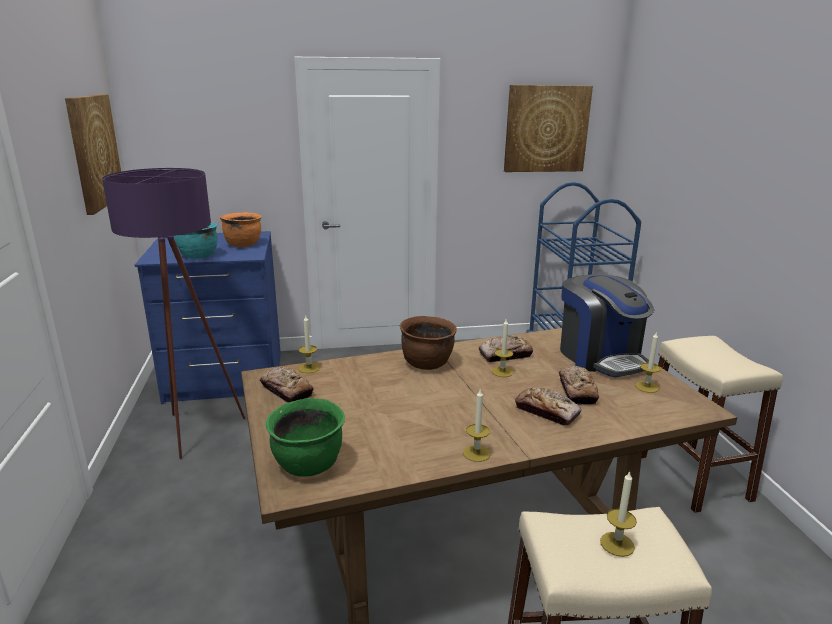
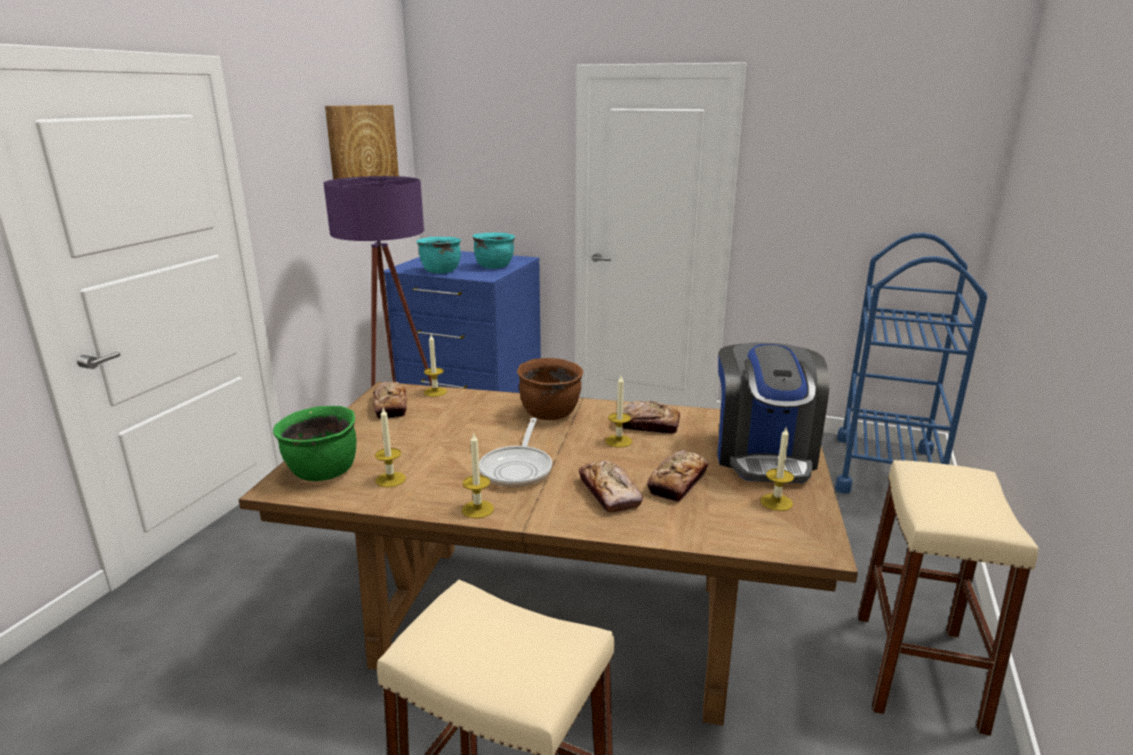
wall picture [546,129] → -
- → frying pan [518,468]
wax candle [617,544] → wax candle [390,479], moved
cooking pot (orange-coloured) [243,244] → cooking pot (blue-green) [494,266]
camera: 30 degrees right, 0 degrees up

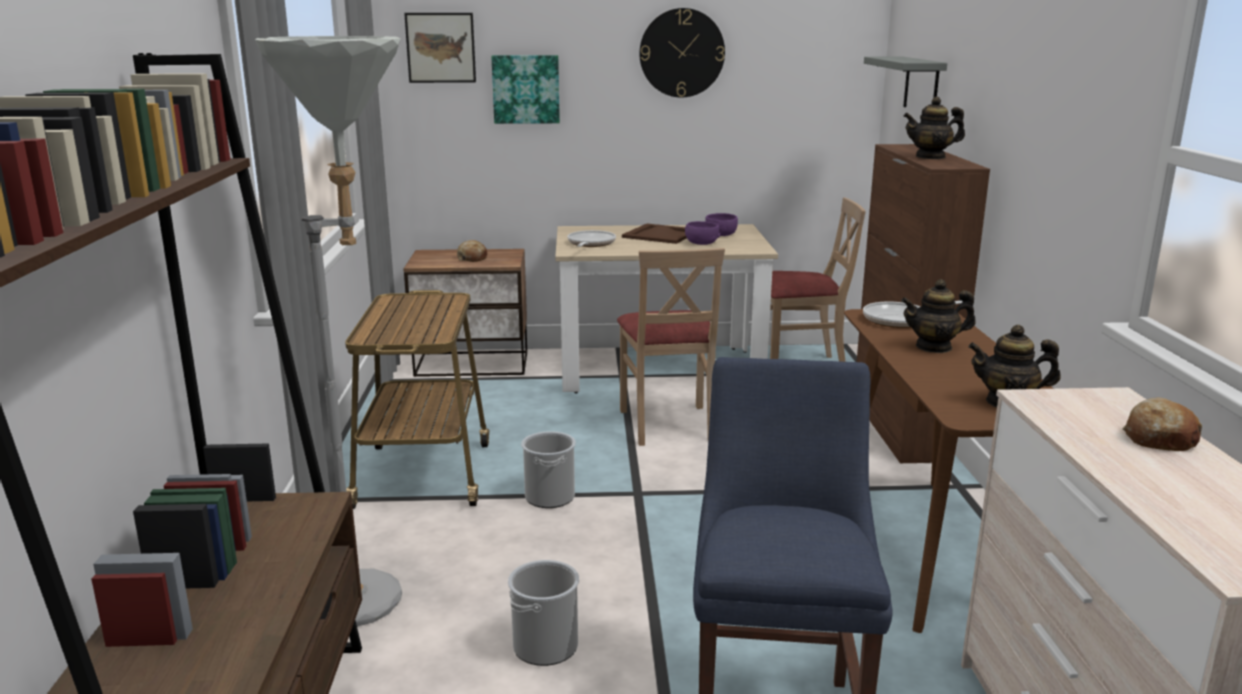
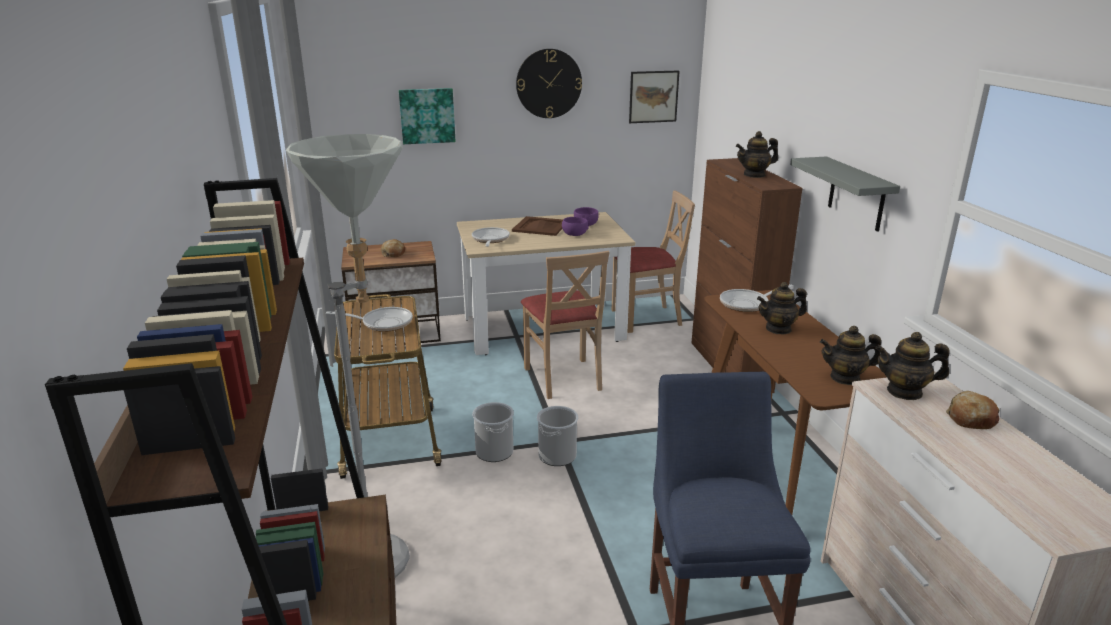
- → frying pan [383,323]
- → teapot [904,392]
wall picture [440,47] → wall picture [653,96], moved
bucket [545,646] → bucket [557,455], moved
bracket shelf (gray) [921,85] → bracket shelf (gray) [856,194], moved
camera: 10 degrees left, 5 degrees up

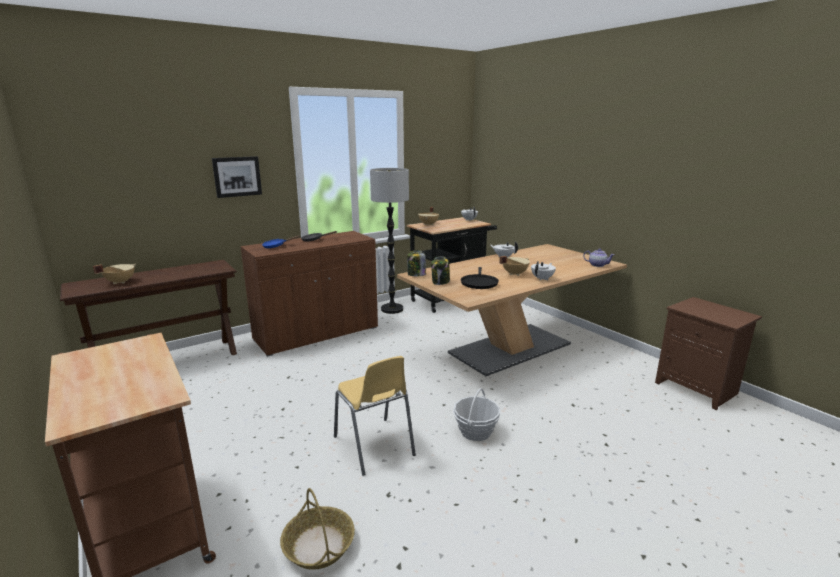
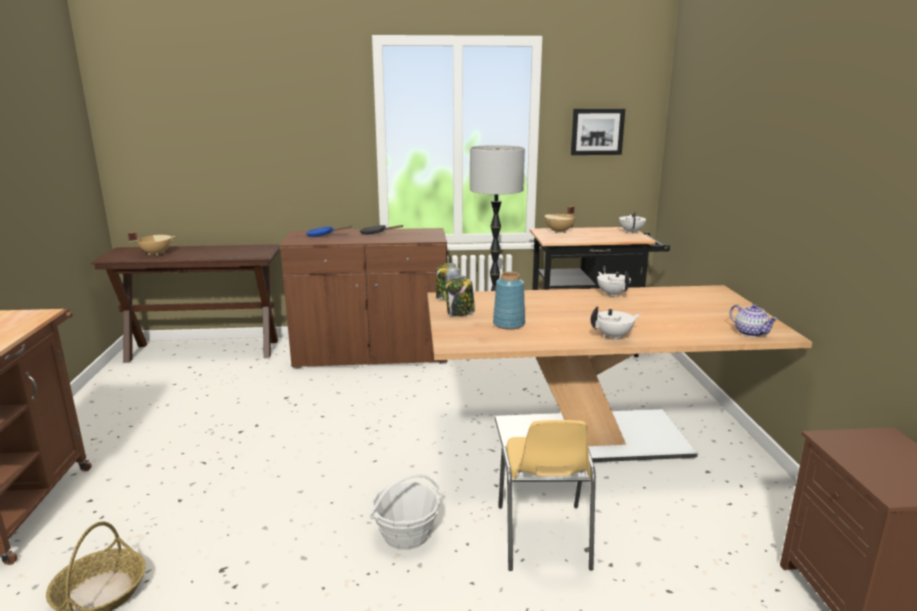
cooking pot (beige-coloured) [514,274] → -
wall picture [237,176] → wall picture [597,131], moved
plain chair (yellowish) [374,446] → plain chair (yellowish) [543,537], moved
frying pan (black-coloured) [479,283] → decorative vase (bluish) [508,324]
camera: 30 degrees right, 0 degrees up

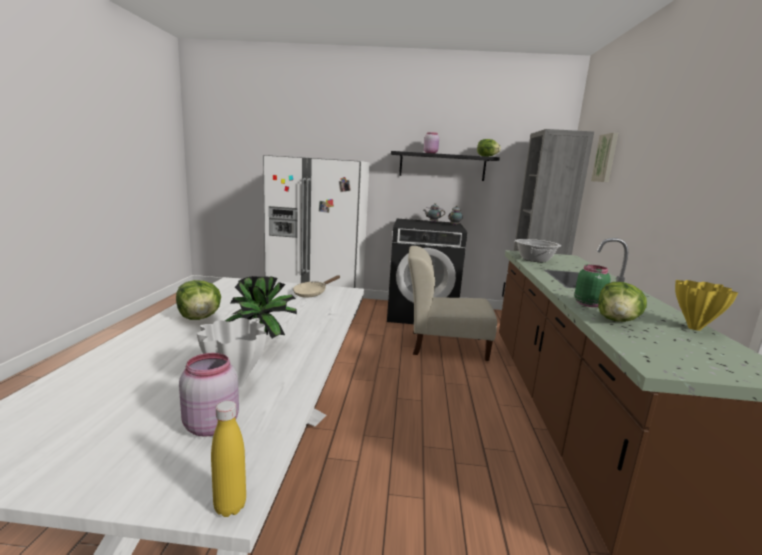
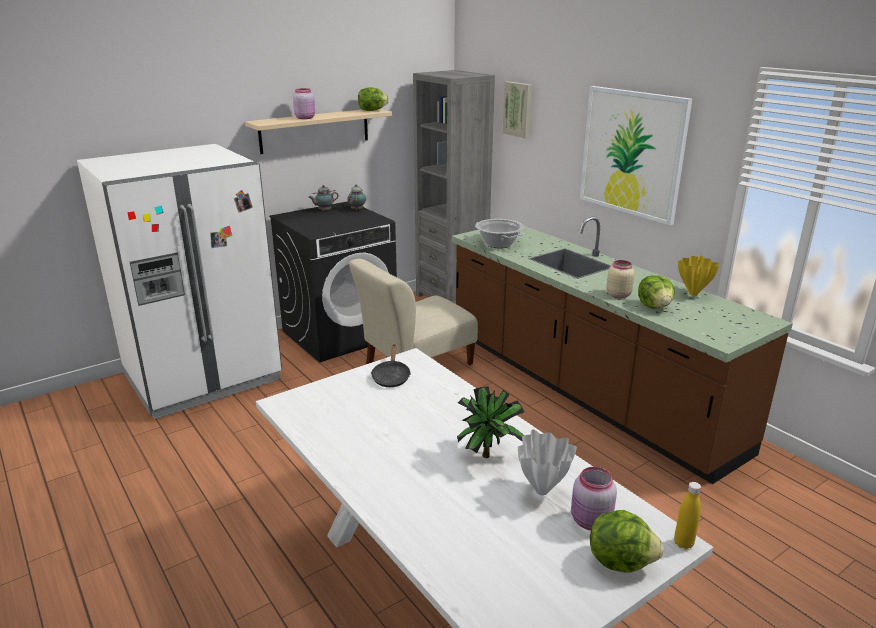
- → wall picture [632,153]
lettuce head [200,318] → lettuce head [620,560], moved
frying pan (beige-coloured) [312,293] → frying pan (black-coloured) [391,377]
bracket shelf (black-coloured) [442,166] → bracket shelf (beige-coloured) [315,130]
jar (green) [588,304] → jar (beige-coloured) [618,294]
camera: 40 degrees left, 10 degrees up

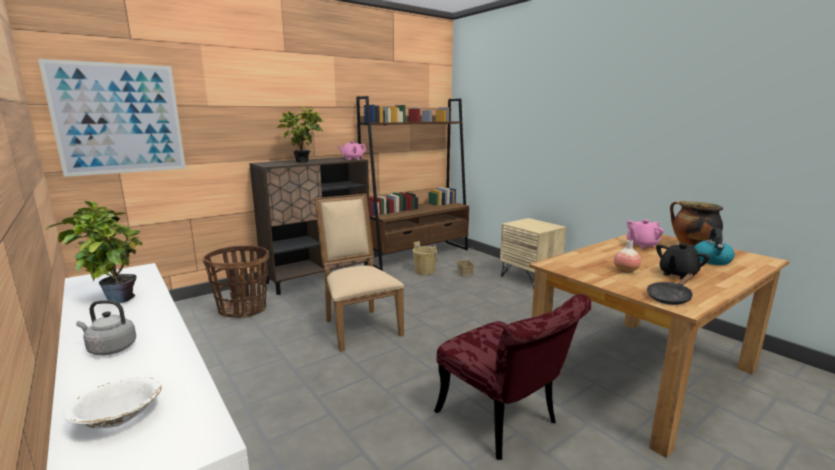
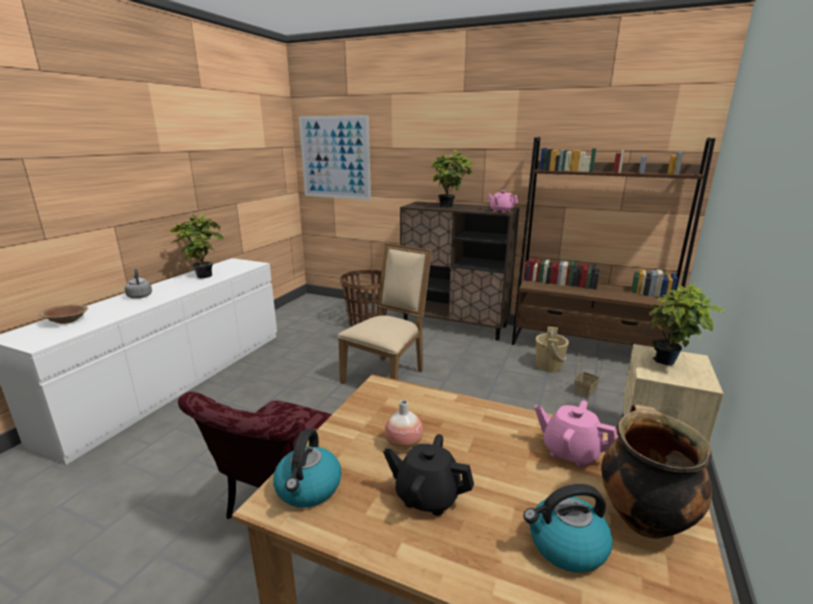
- → plant in a pot [668,364]
frying pan (black-coloured) [670,297] → water kettle [308,489]
serving bowl (whitish) [118,418] → serving bowl (brownish) [67,321]
camera: 60 degrees right, 5 degrees up

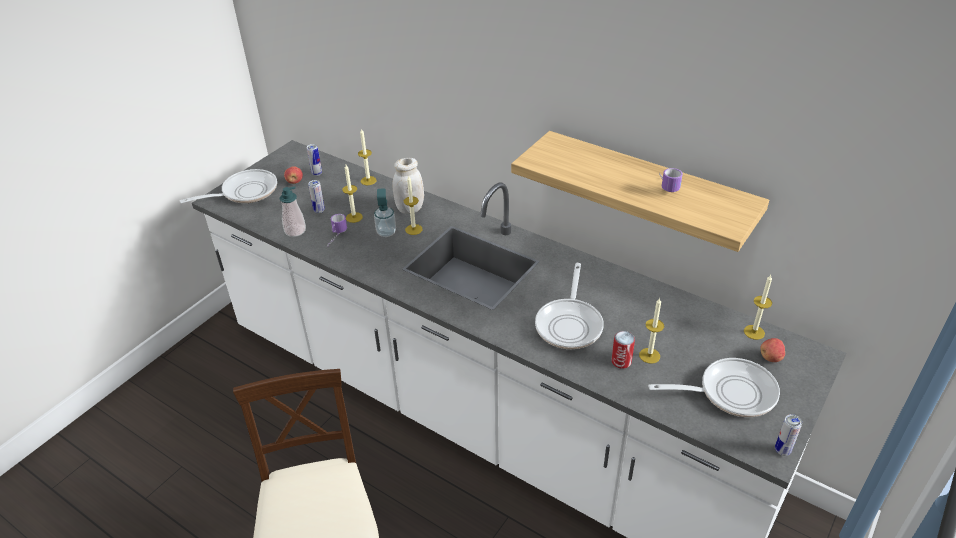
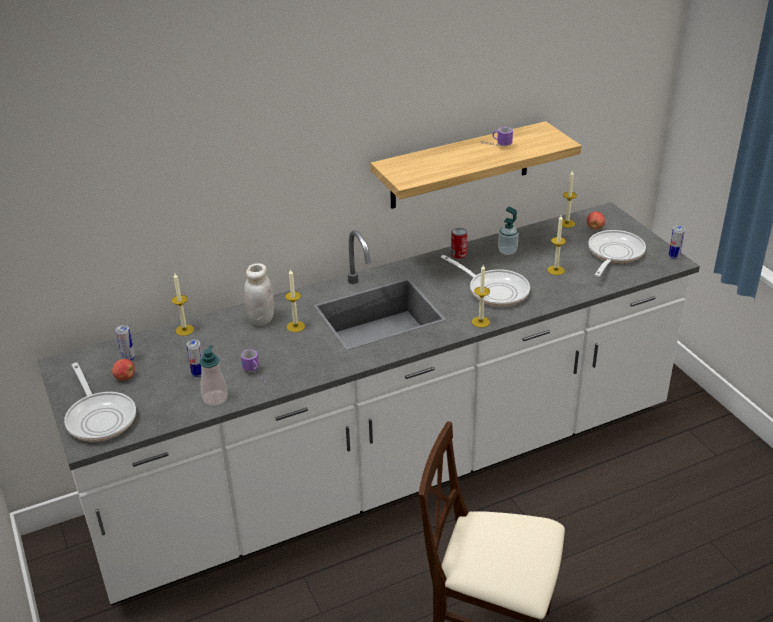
wax candle [354,217] → wax candle [480,322], moved
soap dispenser [386,232] → soap dispenser [507,251], moved
metal can [621,361] → metal can [458,254], moved
frying pan [245,192] → frying pan [100,417], 150 degrees clockwise
camera: 60 degrees left, 5 degrees down

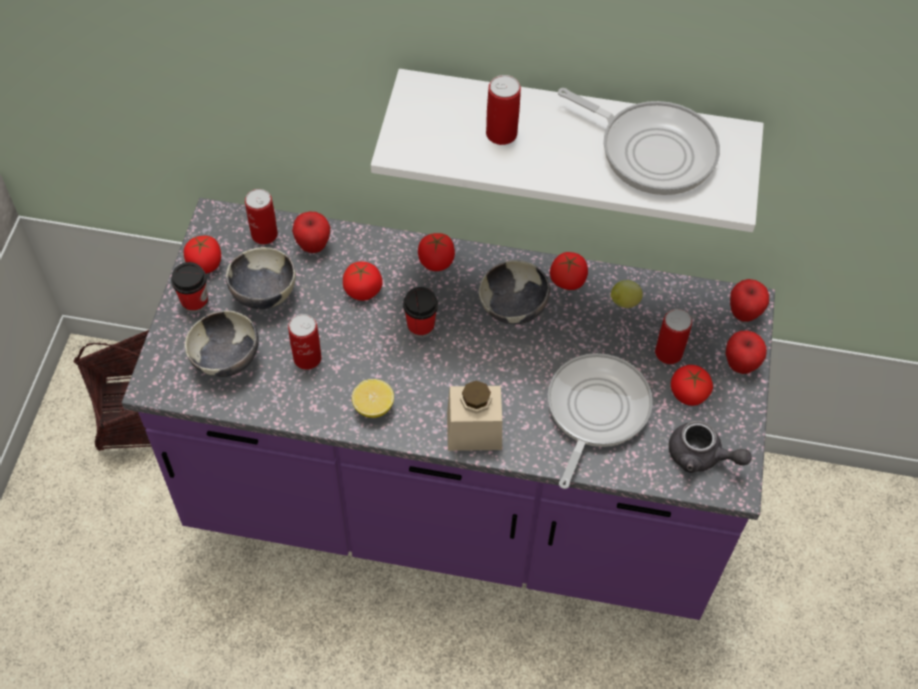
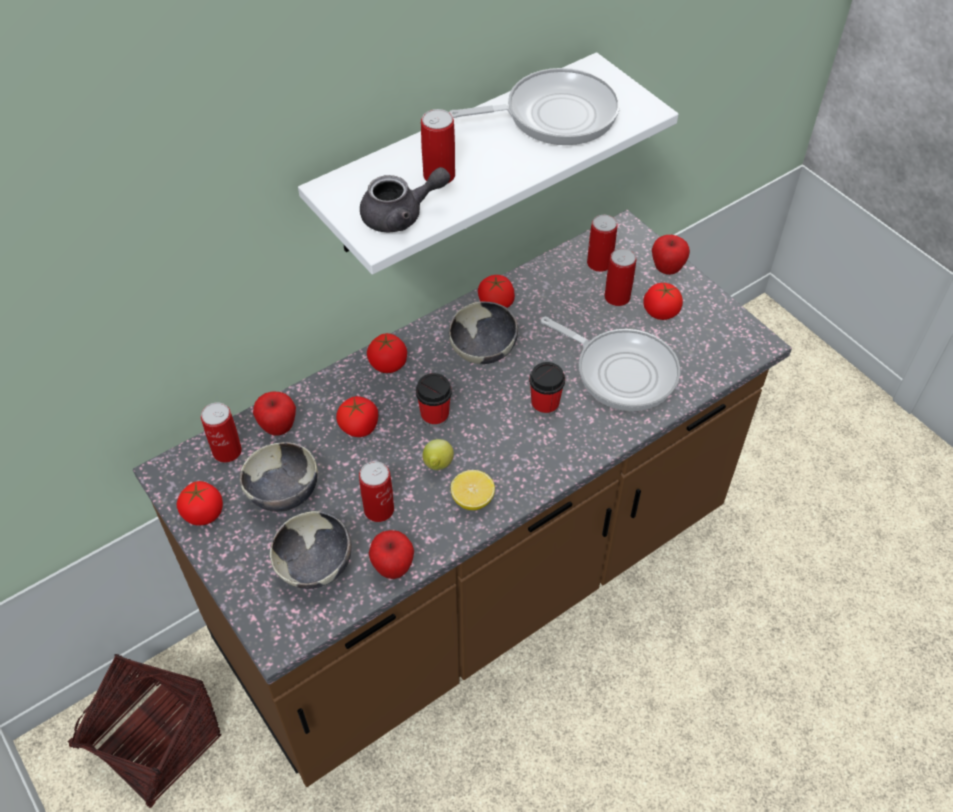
jar (beige-coloured) [474,431] → -
- → metal can [599,263]
cup [195,302] → cup [545,405], moved
whole lemon [623,303] → whole lemon [438,466], moved
teapot (gray) [701,457] → teapot (gray) [401,215], moved
whole apple [744,313] → whole apple [393,567], moved
kitchen base unit (purple-coloured) [454,501] → kitchen base unit (brownish) [476,581]
frying pan [595,411] → frying pan [621,371], 150 degrees clockwise
camera: 45 degrees left, 5 degrees down

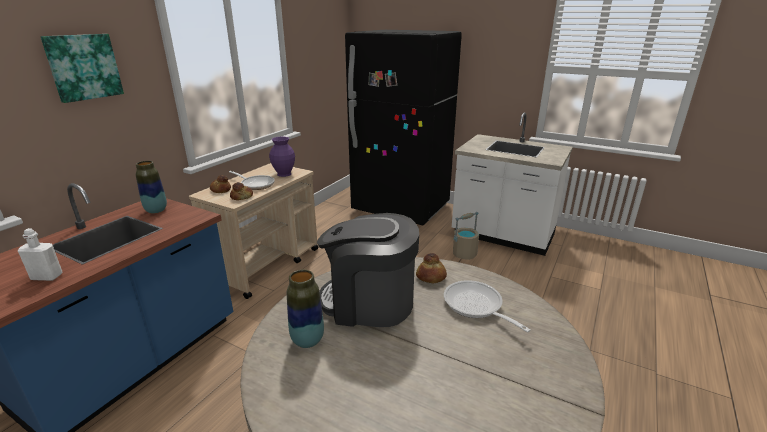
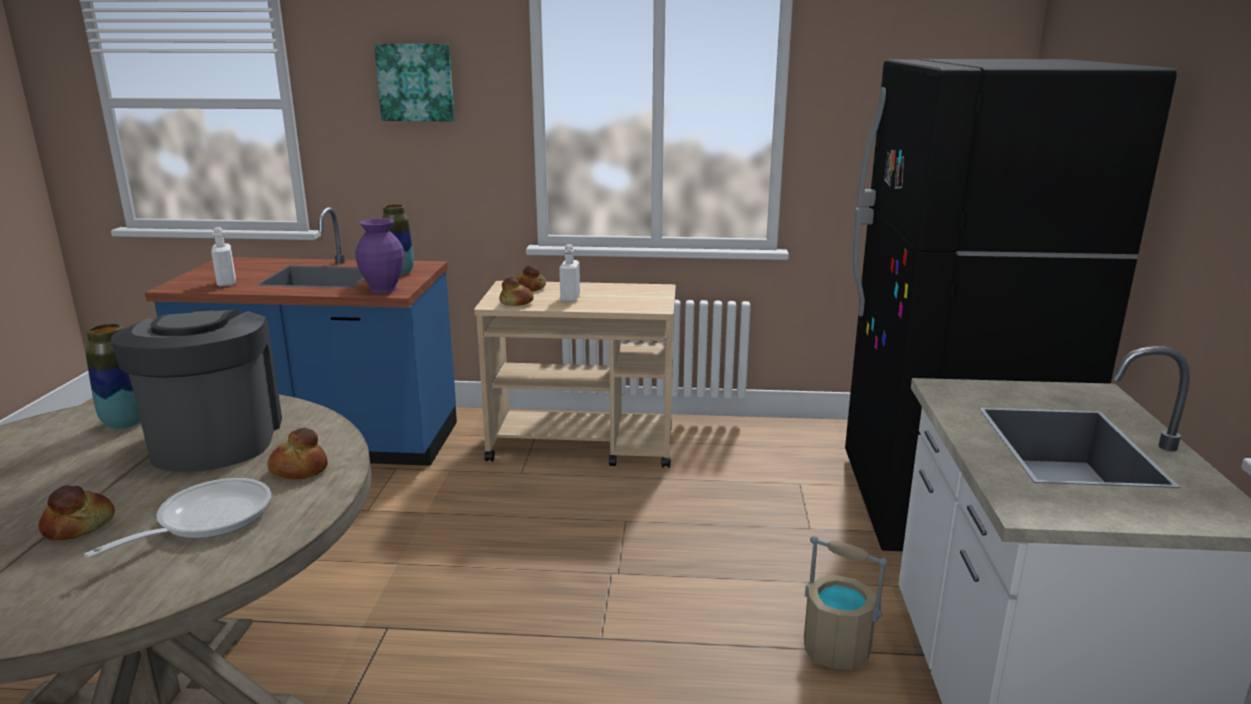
- → bakery bread [80,526]
decorative vase (purple-coloured) [284,174] → decorative vase (purple-coloured) [383,289], moved
frying pan [256,184] → beverage bottle (whitish) [570,298]
camera: 65 degrees right, 5 degrees down

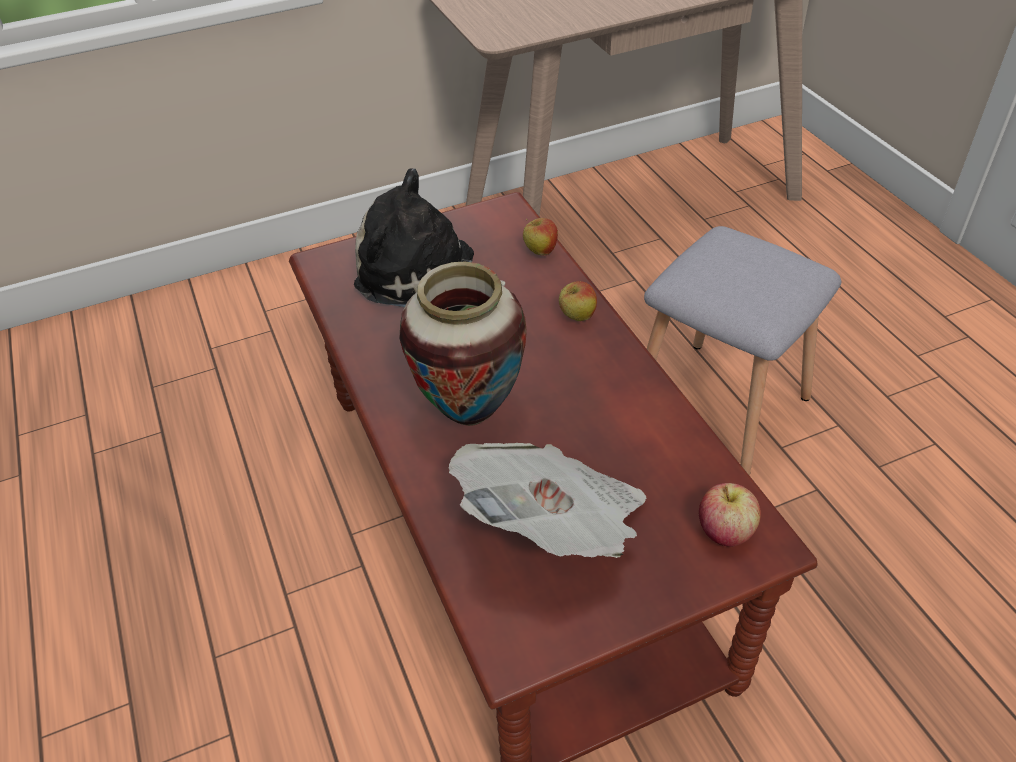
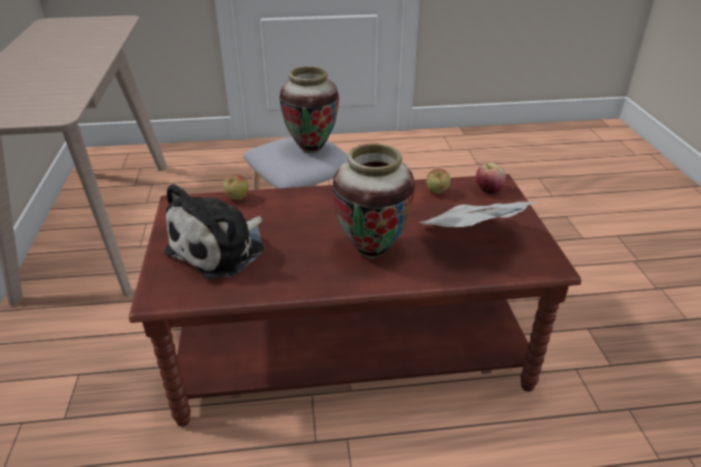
- → decorative vase [311,149]
whole apple [577,317] → whole apple [437,192], moved
camera: 75 degrees left, 10 degrees down

